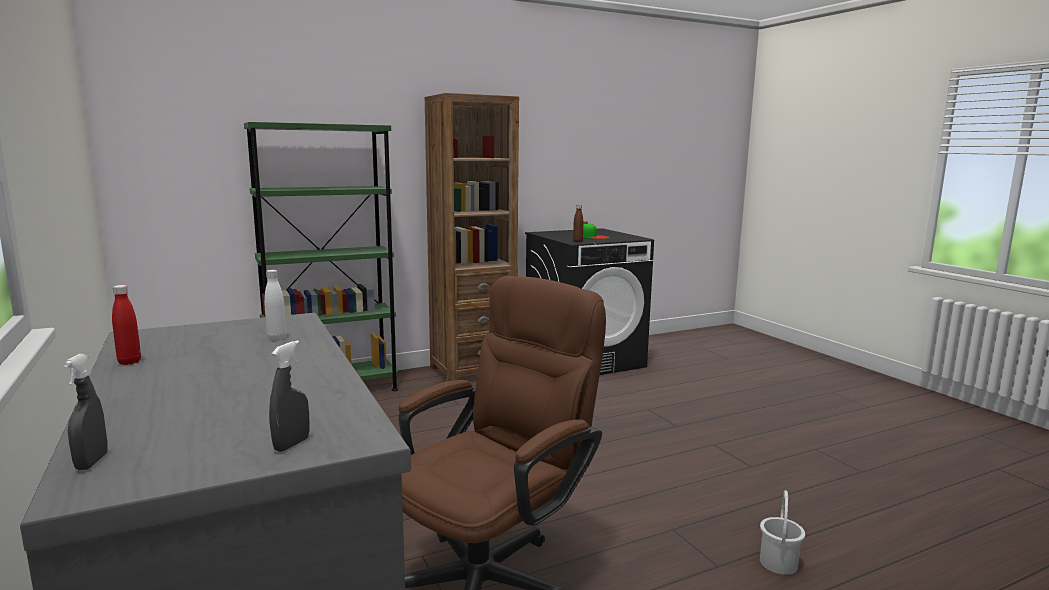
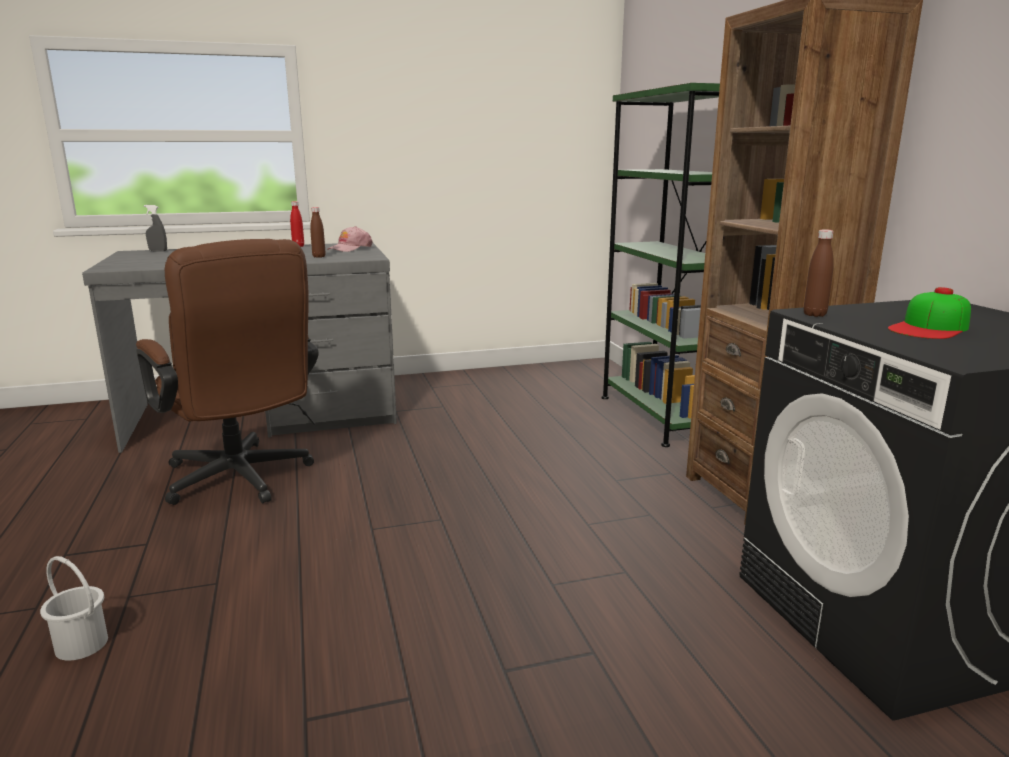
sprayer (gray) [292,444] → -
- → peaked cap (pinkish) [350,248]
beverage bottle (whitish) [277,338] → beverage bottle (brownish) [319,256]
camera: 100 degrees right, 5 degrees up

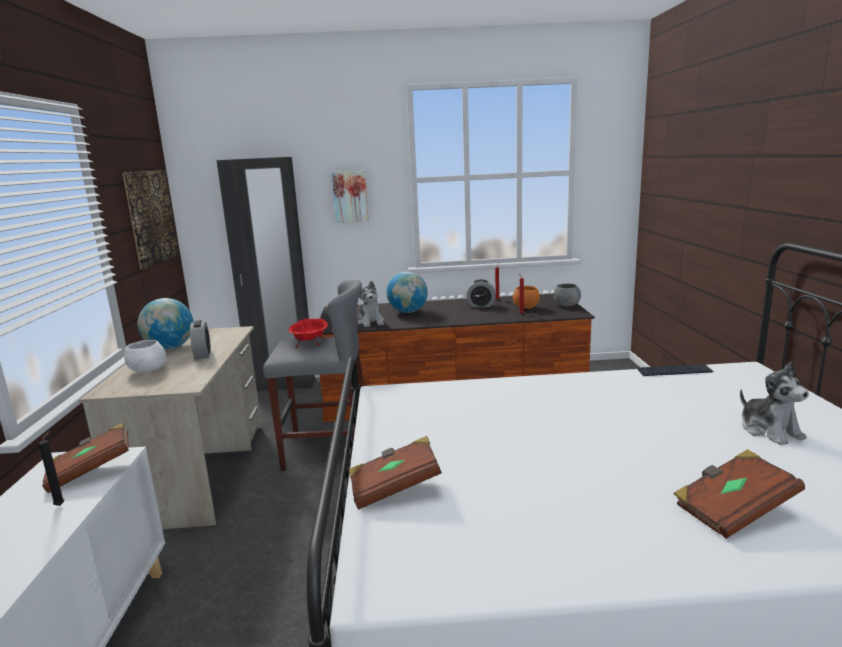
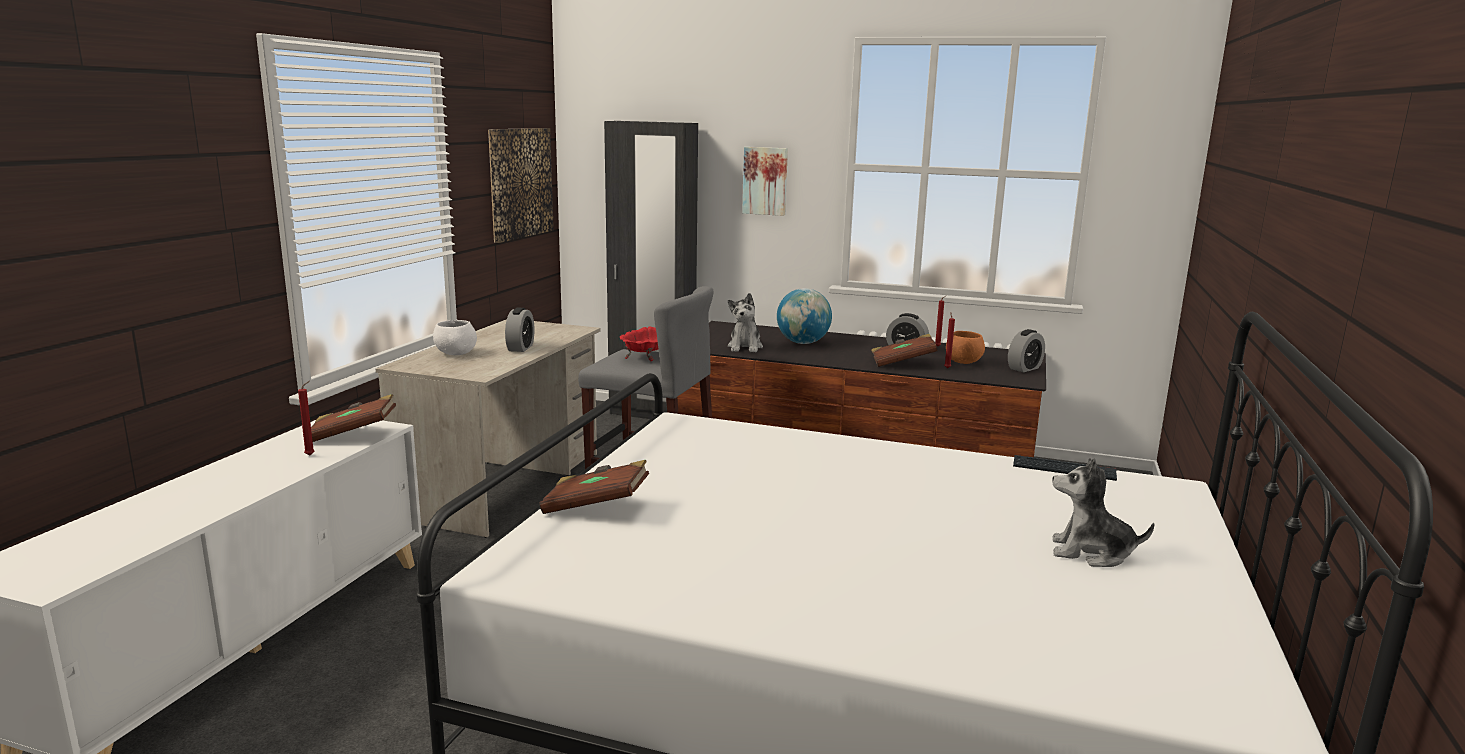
globe [170,348] → -
volume (brownish) [732,510] → volume (brownish) [902,363], moved
serving bowl (gray) [566,305] → table clock [1024,368]
wax candle (black-coloured) [61,504] → wax candle (red-coloured) [311,455]
cuddly toy [770,431] → cuddly toy [1091,553], 105 degrees clockwise
camera: 20 degrees right, 0 degrees up

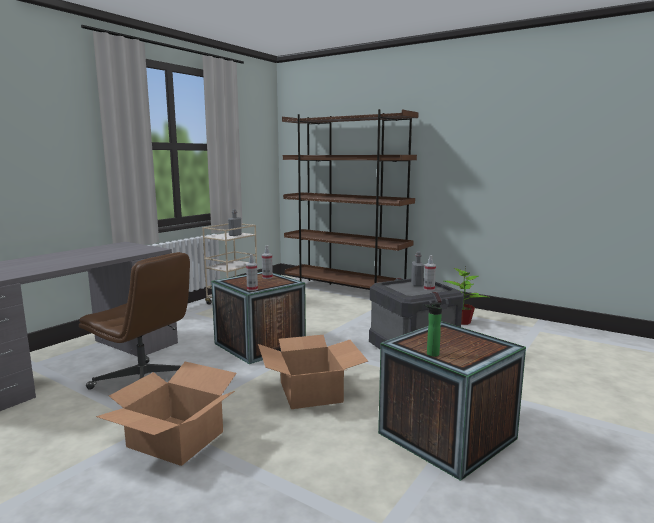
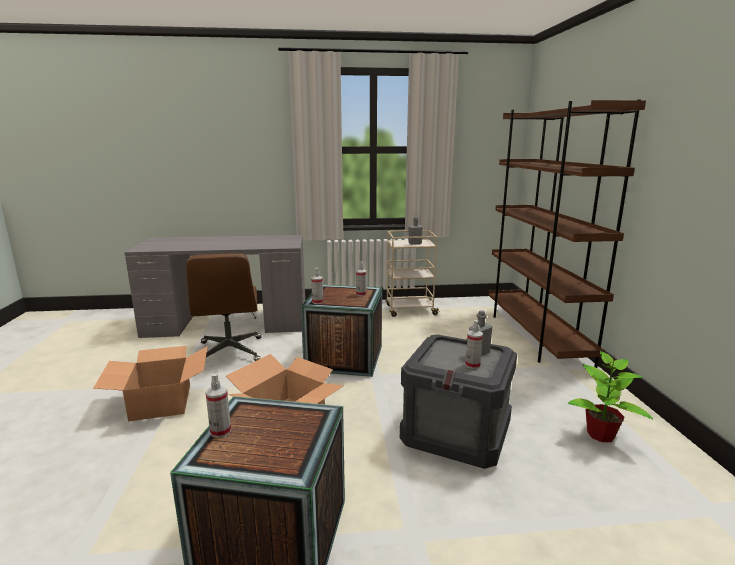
beverage bottle [431,354] → sprayer [220,431]
camera: 50 degrees right, 5 degrees up

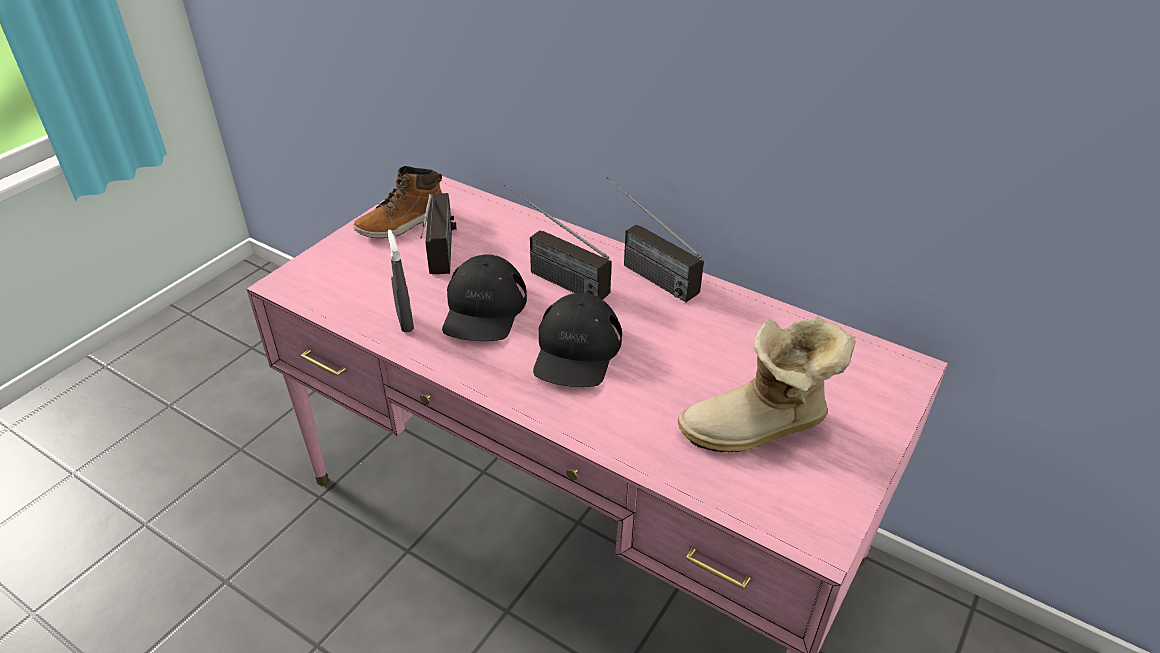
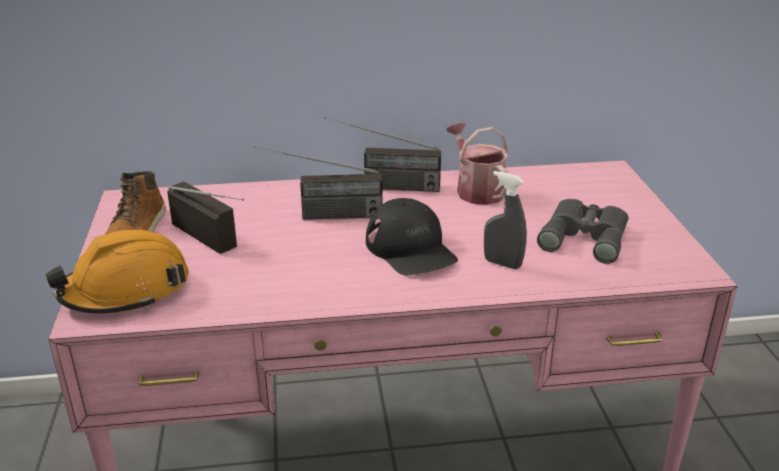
peaked cap (black-coloured) [484,309] → -
- → work helmet (orange-coloured) [126,291]
- → sprinkling can [476,190]
sprayer (gray) [405,322] → sprayer (gray) [502,263], moved
boot [759,429] → binoculars (gray) [585,236]
camera: 40 degrees left, 10 degrees down

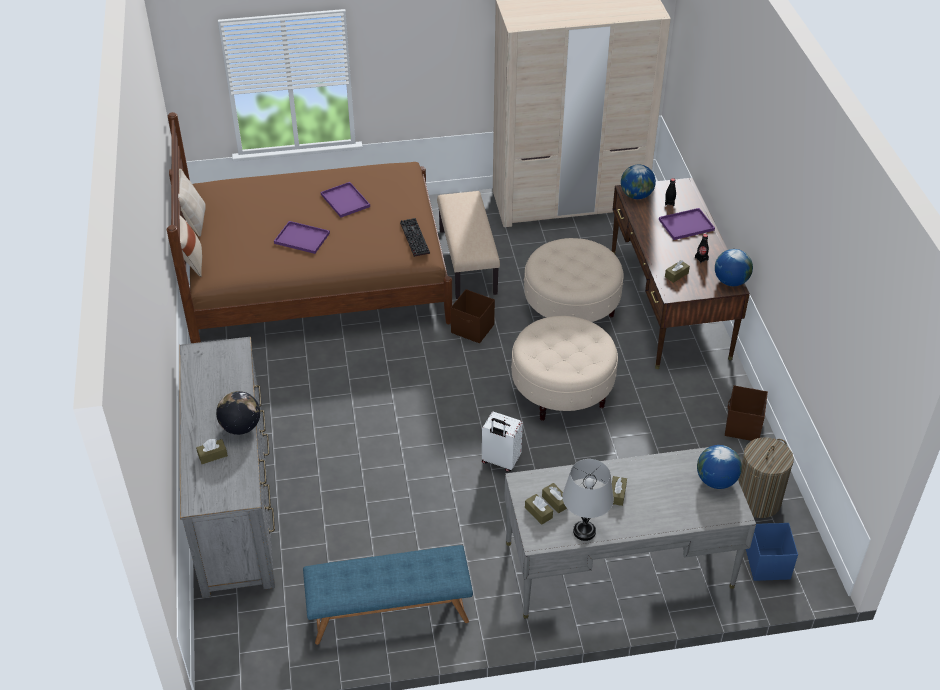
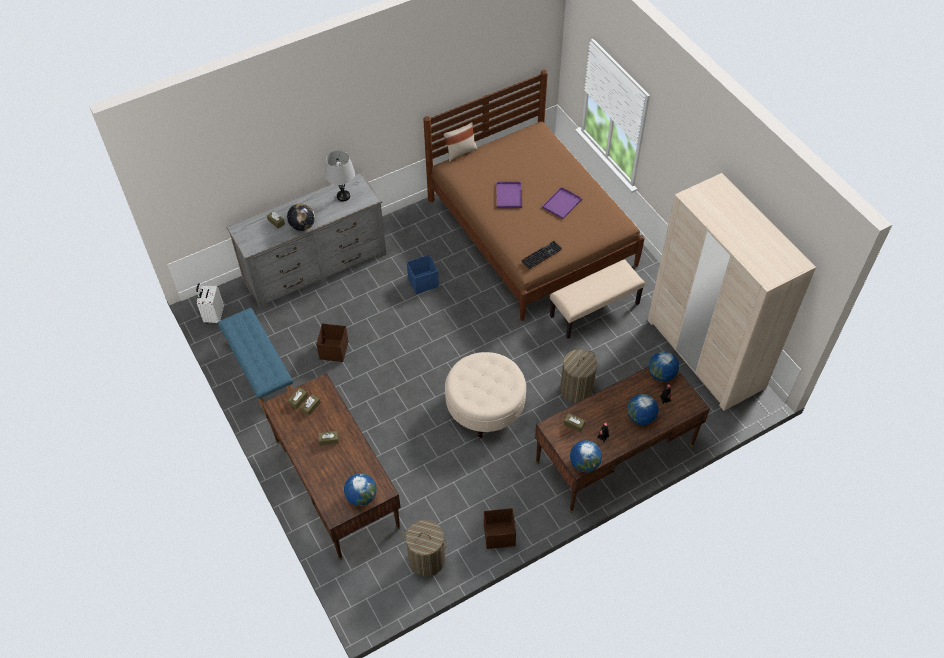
cushion (beige-coloured) [194,221] → -
storage box (brownish) [473,329] → storage box (brownish) [333,351], moved
travel case (whitish) [500,461] → travel case (whitish) [214,316], moved
tabletop lamp (gray) [584,531] → tabletop lamp (gray) [343,196], moved
storage box (bluish) [768,563] → storage box (bluish) [423,282], moved
ottoman (beige-coloured) [571,308] → laundry basket [576,390]
carrying tray (purple-coloured) [685,225] → globe [640,417]
desk (gray) [618,565] → desk (brownish) [336,484]
camera: 70 degrees right, 10 degrees up

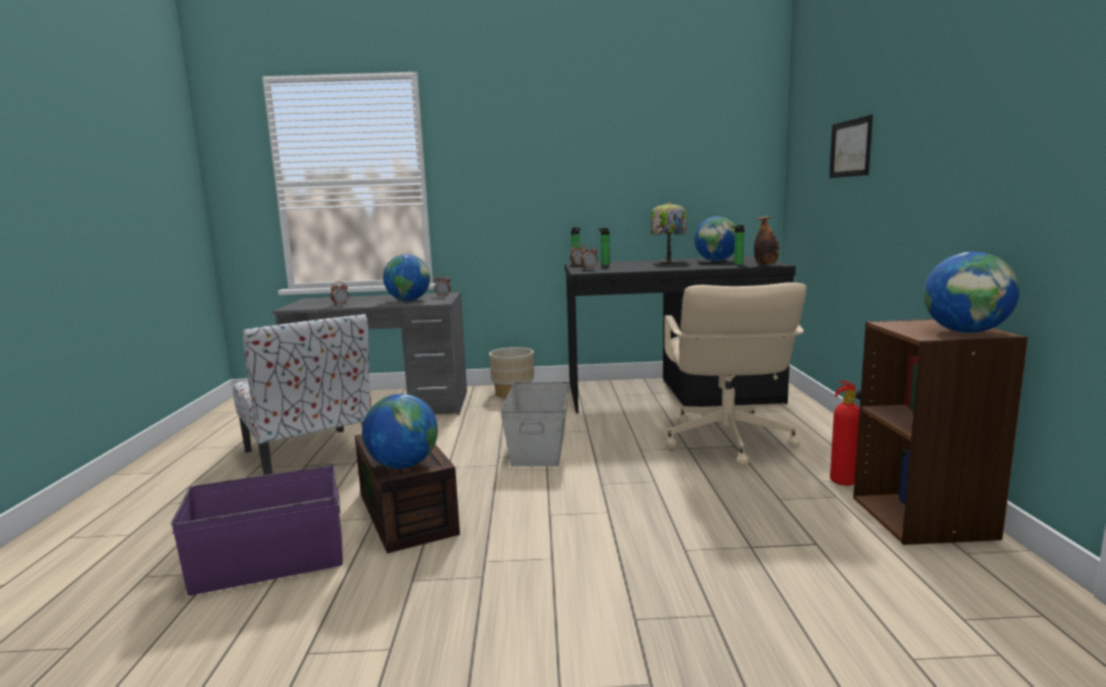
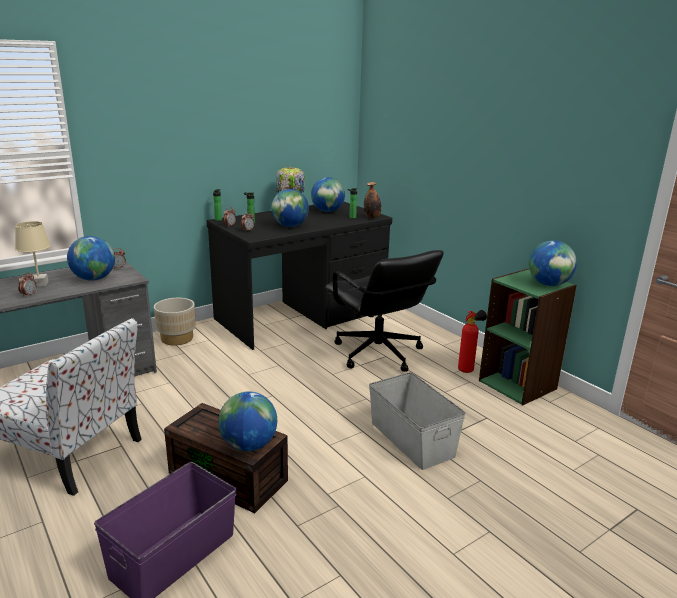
wall picture [850,148] → -
- → tabletop lamp (beige-coloured) [40,284]
- → globe [290,226]
storage box (gray) [539,446] → storage box (gray) [412,439], moved
computer chair (beige-coloured) [726,441] → computer chair (black-coloured) [378,353]
shelving unit (brownish) [924,518] → shelving unit (green) [518,384]
camera: 35 degrees left, 10 degrees up

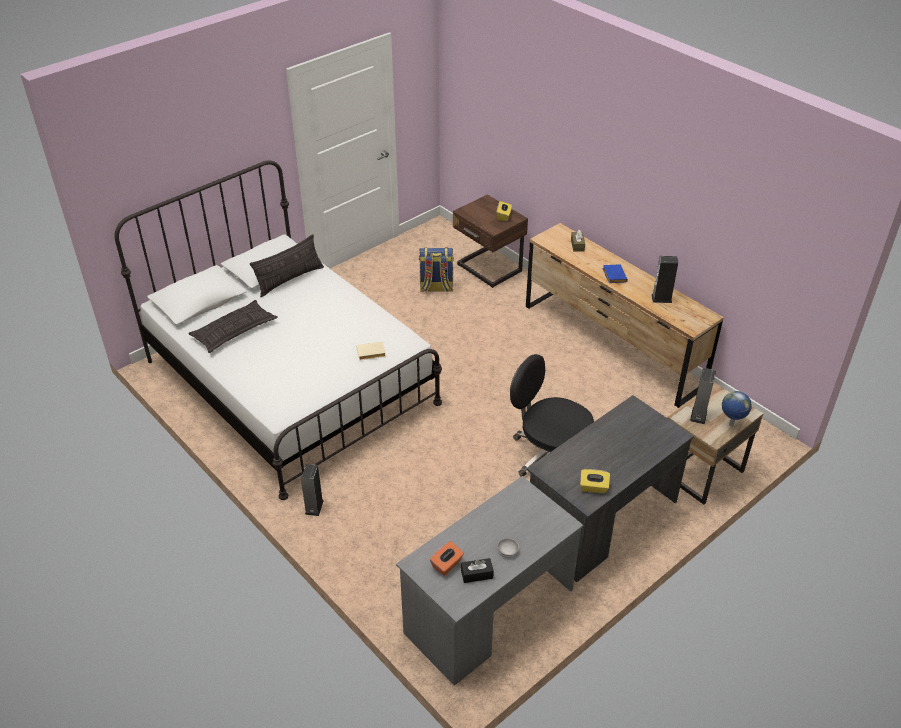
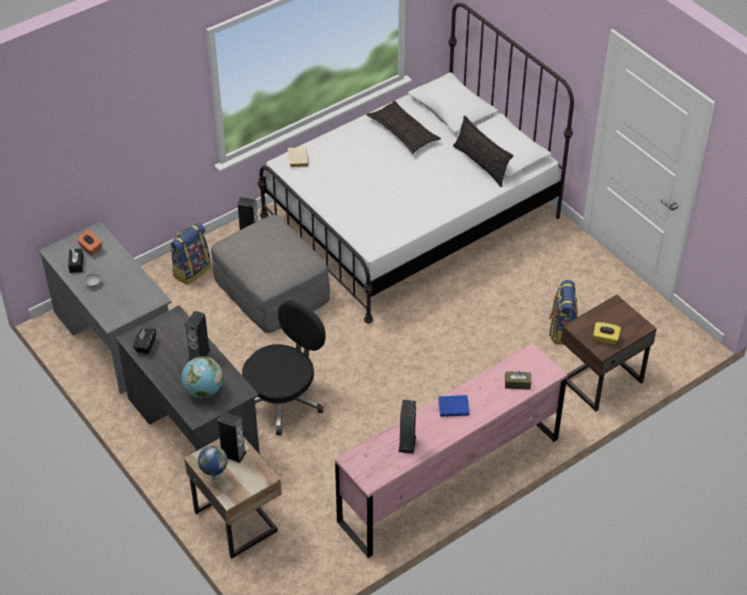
- → backpack [191,270]
- → globe [203,391]
- → speaker [199,355]
- → ottoman (gray) [272,289]
volume (beige-coloured) [370,353] → volume (beige-coloured) [297,159], moved
dresser (brownish) [611,345] → dresser (pinkish) [449,479]
tissue holder (yellowish) [593,487] → tissue holder (black-coloured) [145,346]
camera: 95 degrees right, 5 degrees up

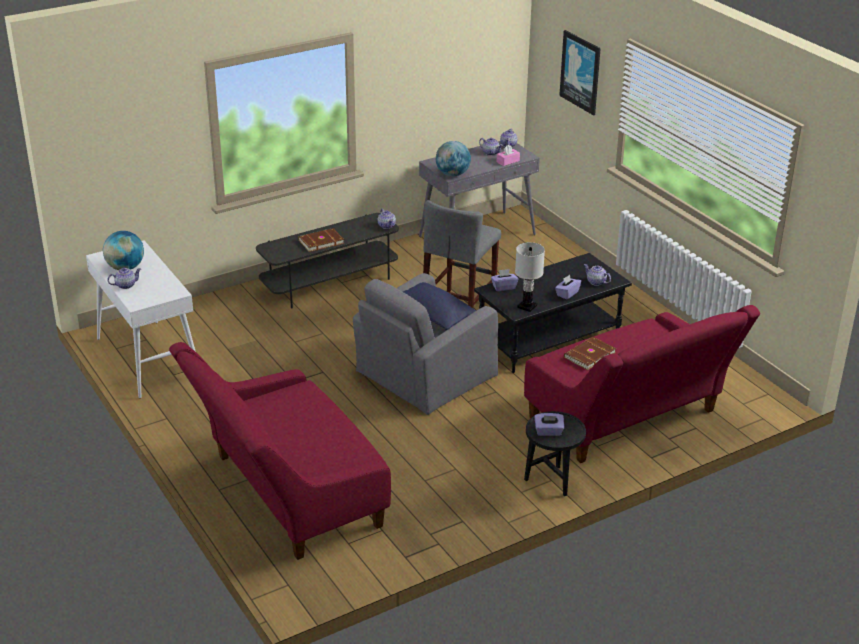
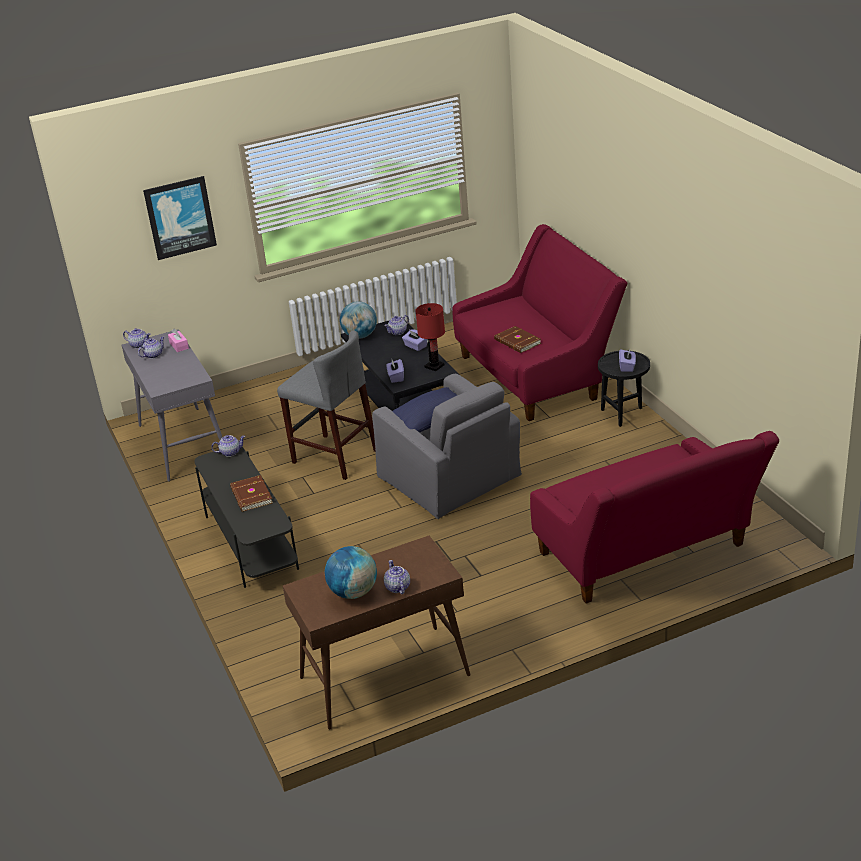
globe [452,174] → globe [360,336], moved
hall table (whitish) [148,358] → hall table (brownish) [384,677]
tabletop lamp (whitish) [527,306] → tabletop lamp (red-coloured) [434,366]
camera: 80 degrees left, 0 degrees up

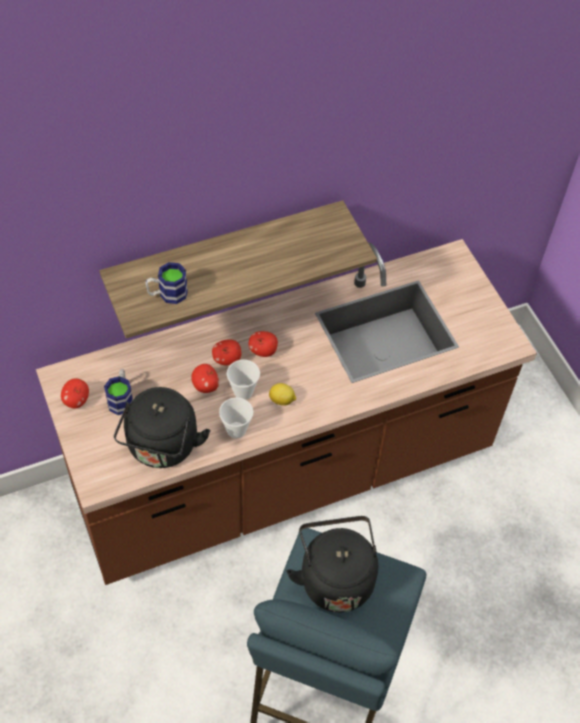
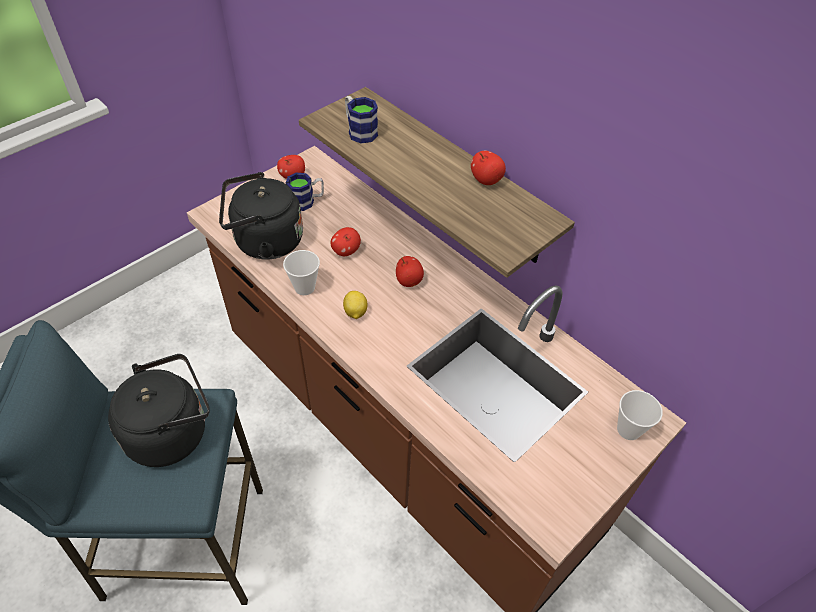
whole apple [227,359] → whole apple [486,180], moved
cup [243,392] → cup [628,429], moved
camera: 70 degrees right, 5 degrees down

